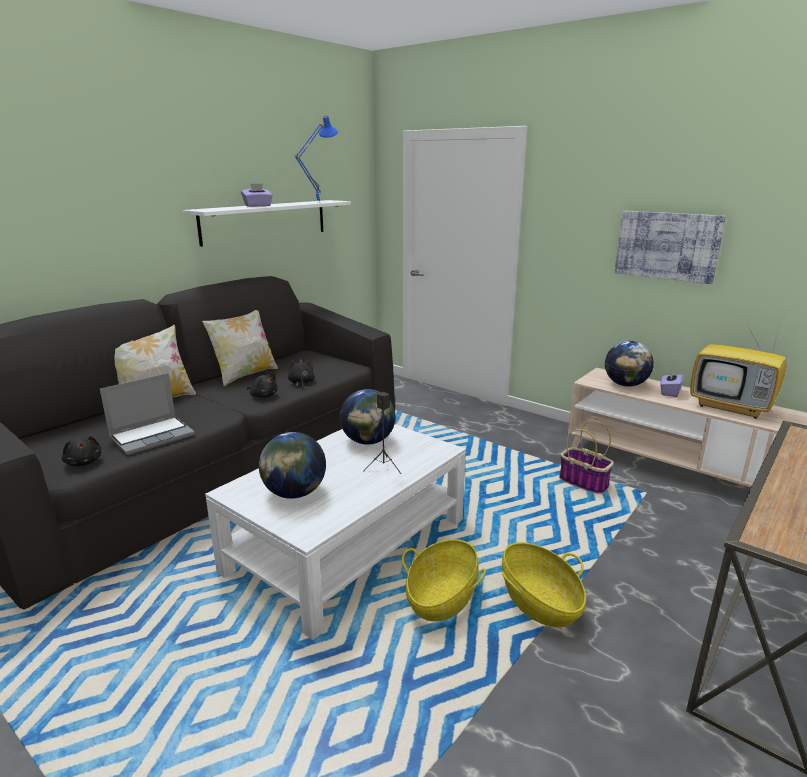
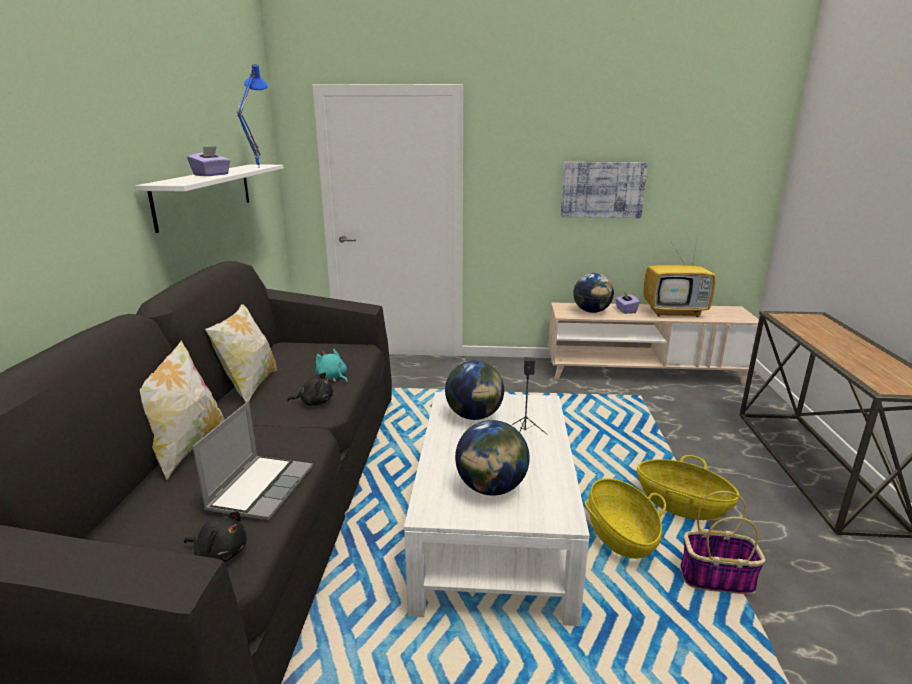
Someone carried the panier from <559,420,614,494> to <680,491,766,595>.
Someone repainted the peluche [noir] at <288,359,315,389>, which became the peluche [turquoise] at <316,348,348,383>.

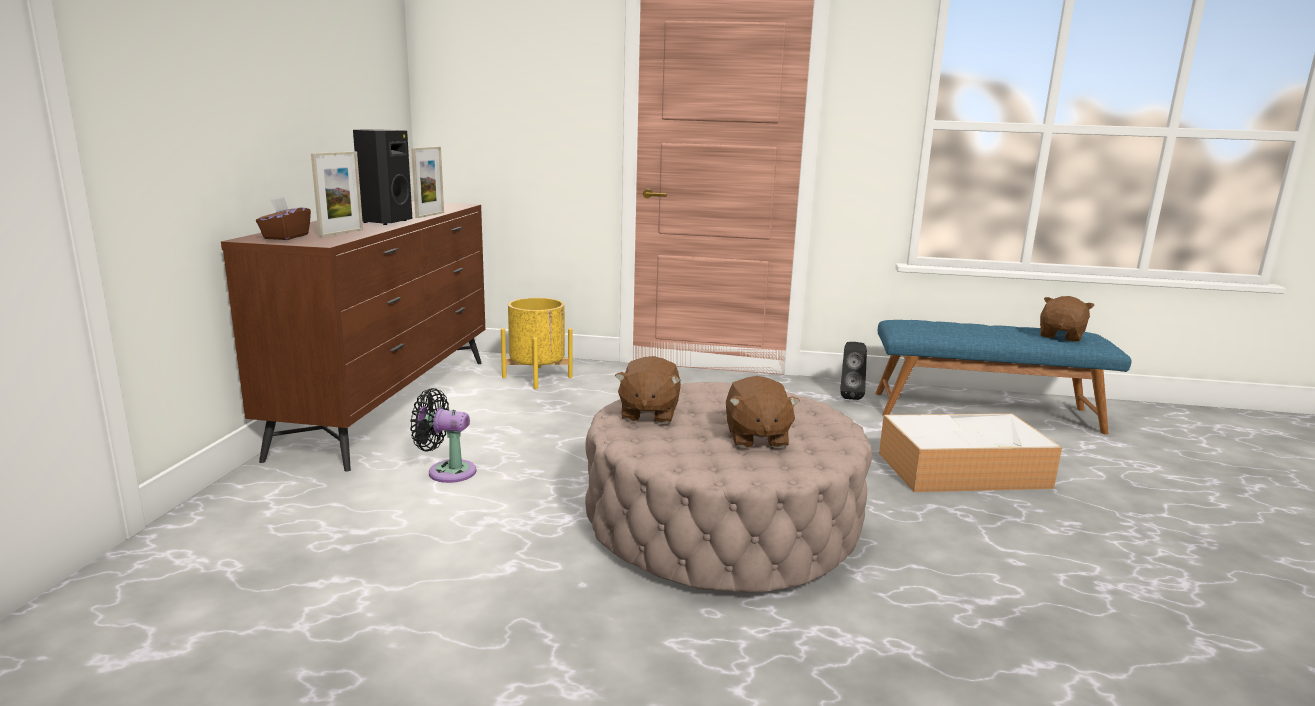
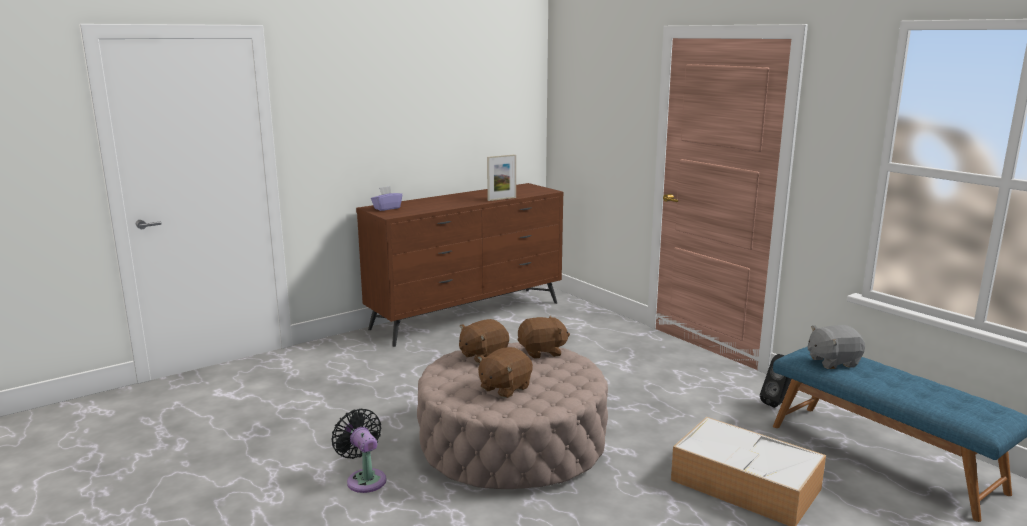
Someone took away the cadre photo at <311,152,363,237>.
Someone took away the enceinte [noir] at <353,129,412,225>.
Someone took away the cache-pot [jaune] at <501,298,573,389>.
Someone put down the peluche [gris] at <808,325,865,369>.
Someone carried the ventilateur [noir] from <410,388,476,483> to <331,408,387,493>.
Someone carried the peluche [marron] from <1040,296,1095,342> to <517,315,570,359>.
Someone repainted the boîte à mouchoirs [marron] at <256,197,311,240>, which became the boîte à mouchoirs [violet] at <371,186,402,211>.

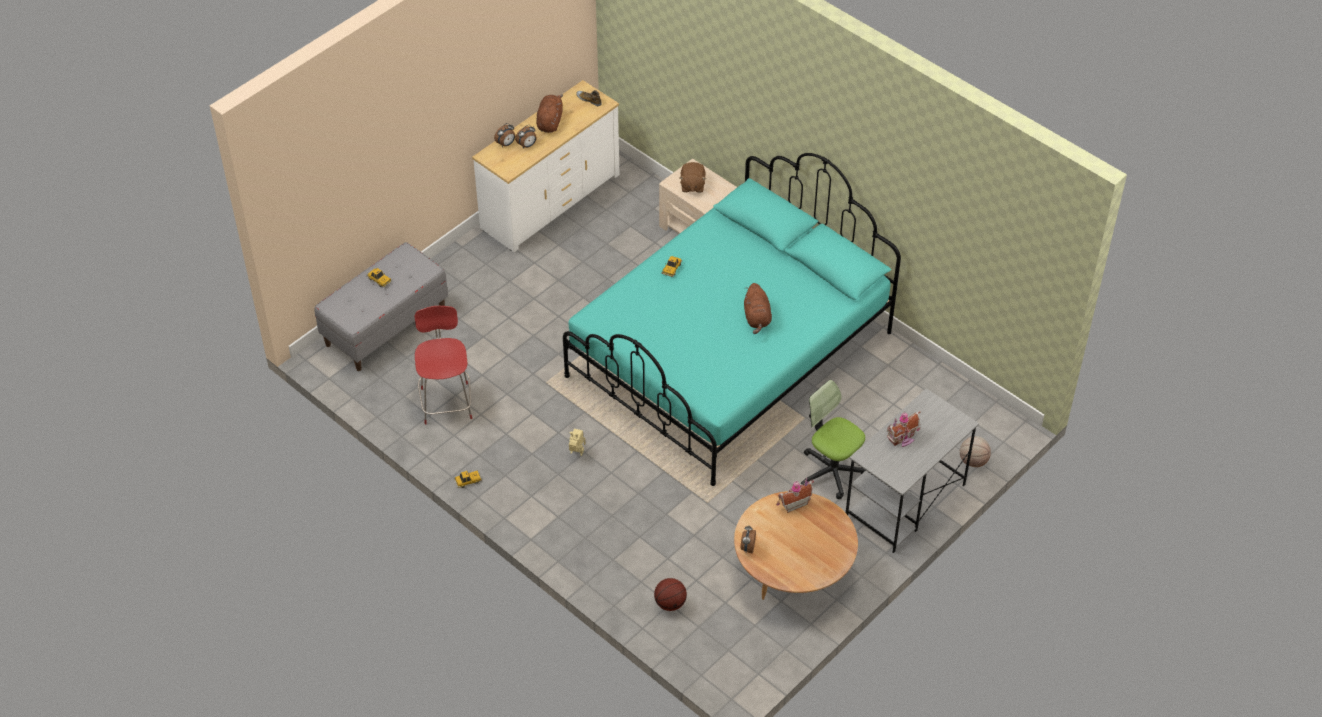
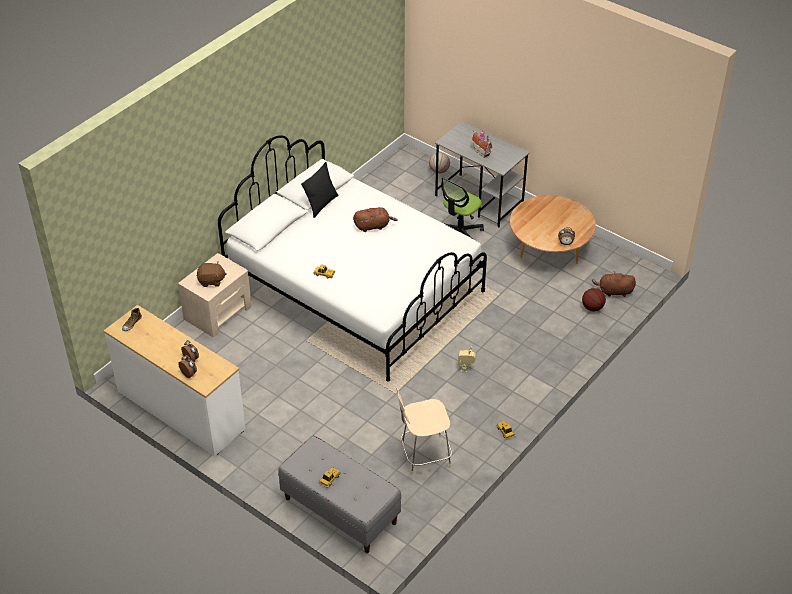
Someone took away the maison miniature at <776,478,814,513>.
Someone put down the coussin [noir] at <301,162,338,218>.
Someone carried the peluche [marron] from <536,94,563,133> to <592,271,636,297>.
Someone repainted the chaise [rouge] at <415,306,472,425>, which became the chaise [beige] at <396,388,452,475>.
Someone repainted the lit [turquoise] at <563,153,901,486>, which became the lit [blanc] at <218,135,487,382>.

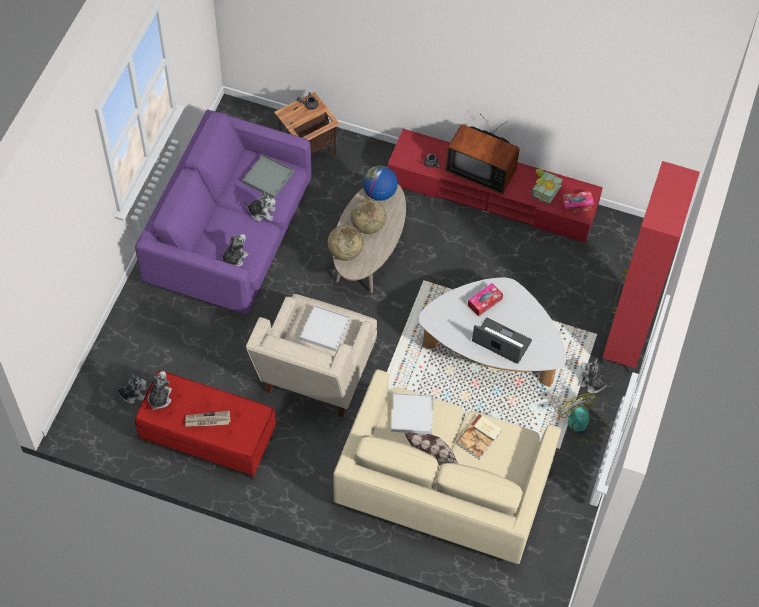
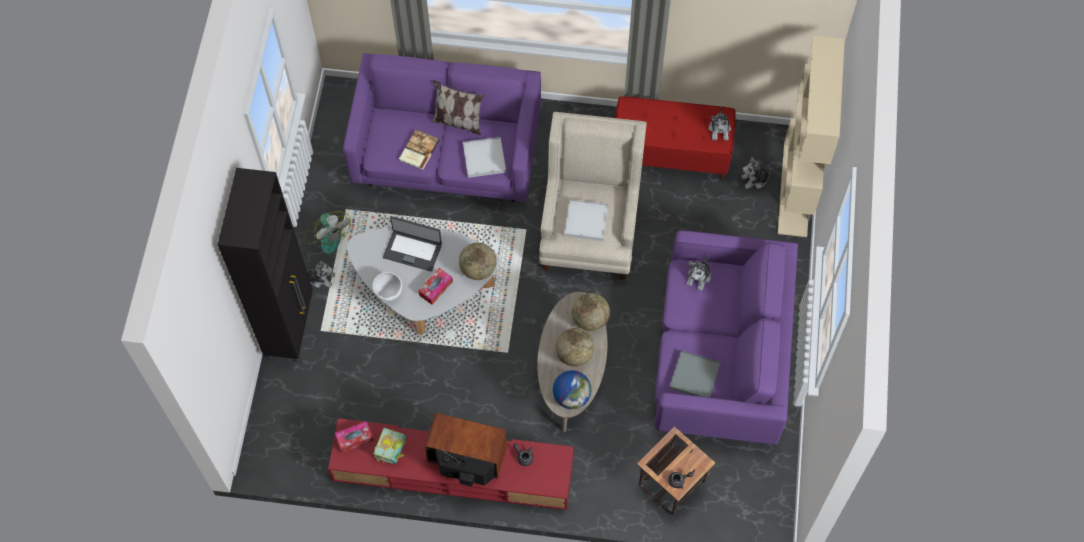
Someone took away the journal at <185,411,231,427>.
Someone took away the peluche at <243,191,276,222>.
Someone put down the bol [blanc] at <372,272,402,301>.
Someone put down the globe at <459,242,497,280>.
Someone put down the bibliothèque [beige] at <778,35,845,237>.
Someone repainted the canapé [beige] at <333,369,561,564>, which became the canapé [violet] at <343,53,541,202>.
Someone repainted the meuble de rangement [rouge] at <602,161,700,374>, which became the meuble de rangement [noir] at <217,168,313,363>.

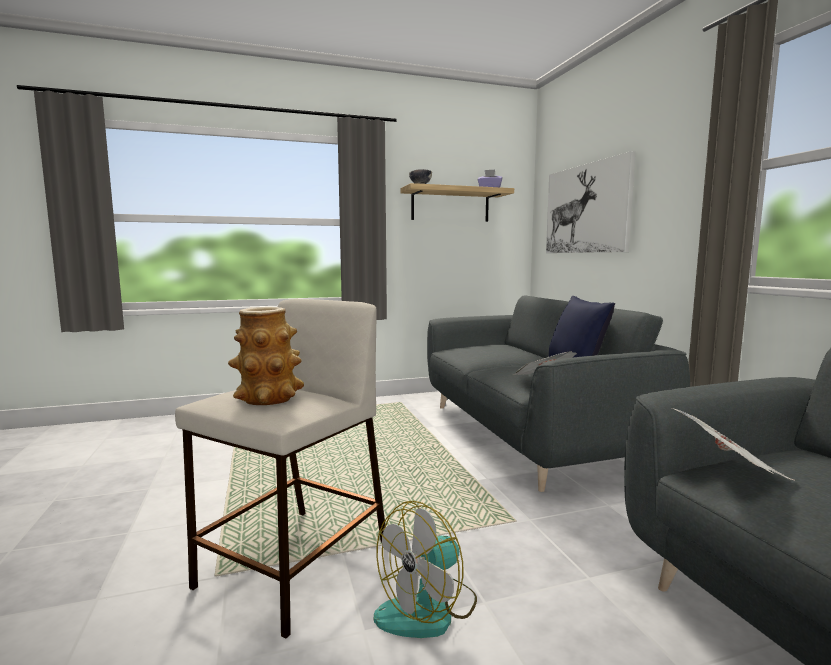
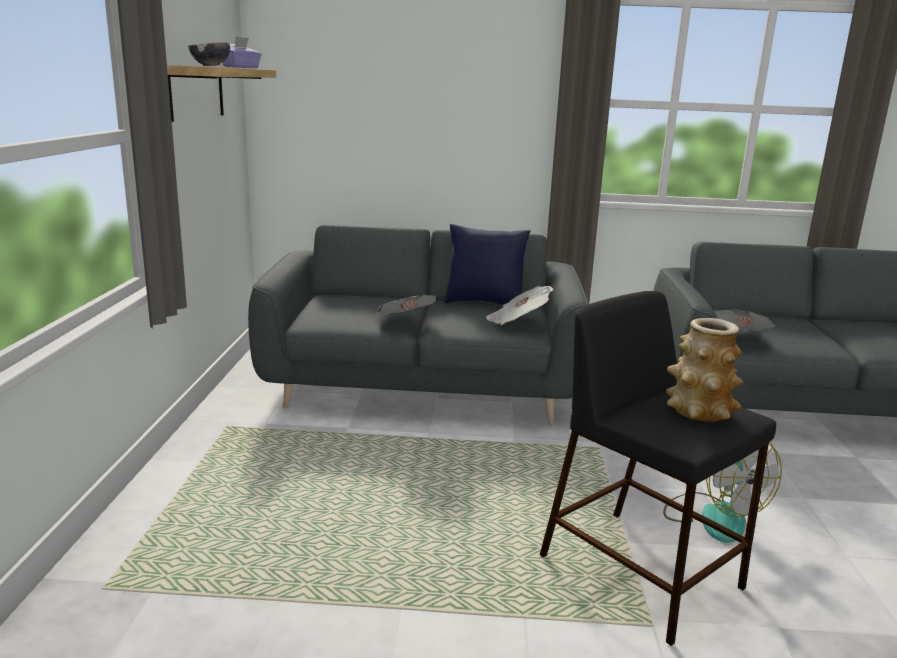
Someone took away the tableau at <546,151,636,253>.
Someone put down the journal at <377,295,436,314>.
Someone repainted the tabouret [beige] at <175,299,385,639>, which became the tabouret [noir] at <540,291,776,646>.

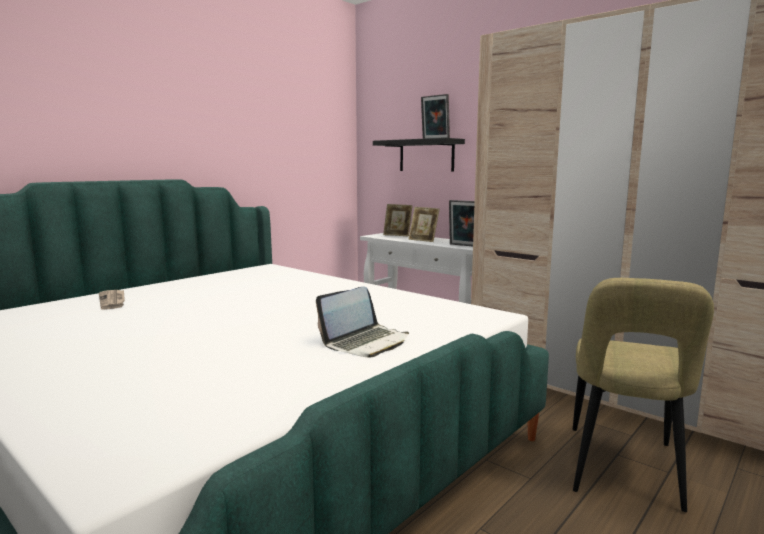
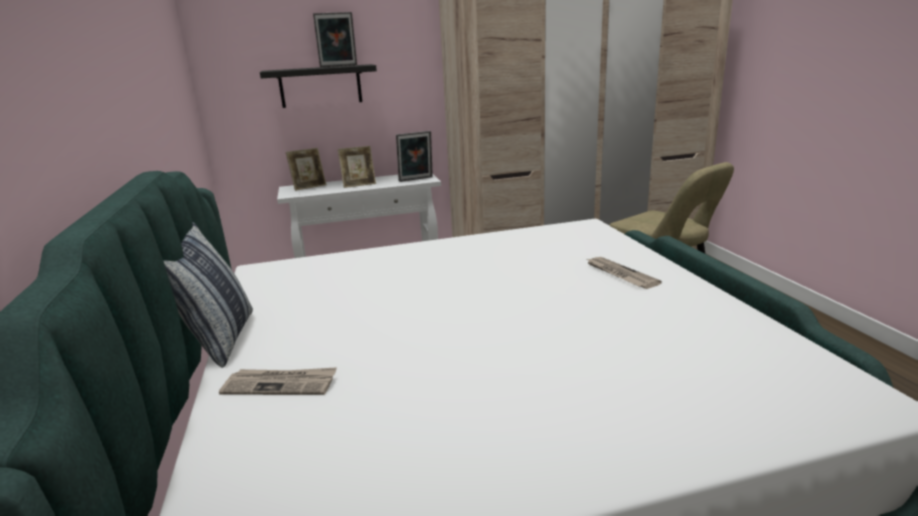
Someone put down the coussin at <163,222,253,368>.
Someone swapped the ordinateur portable at <316,286,409,357> for the journal at <587,257,662,289>.

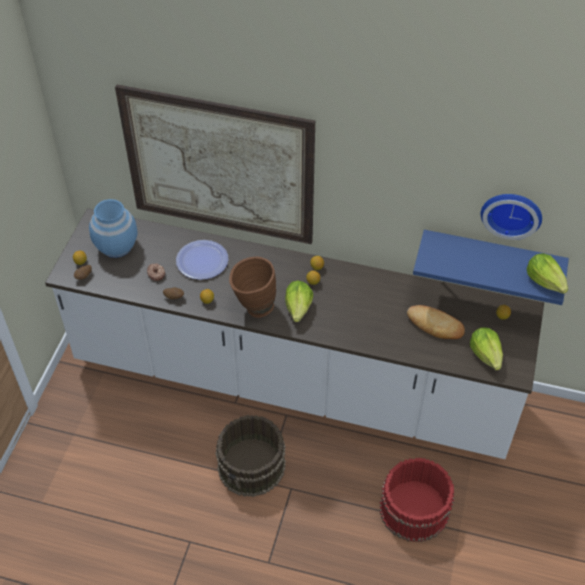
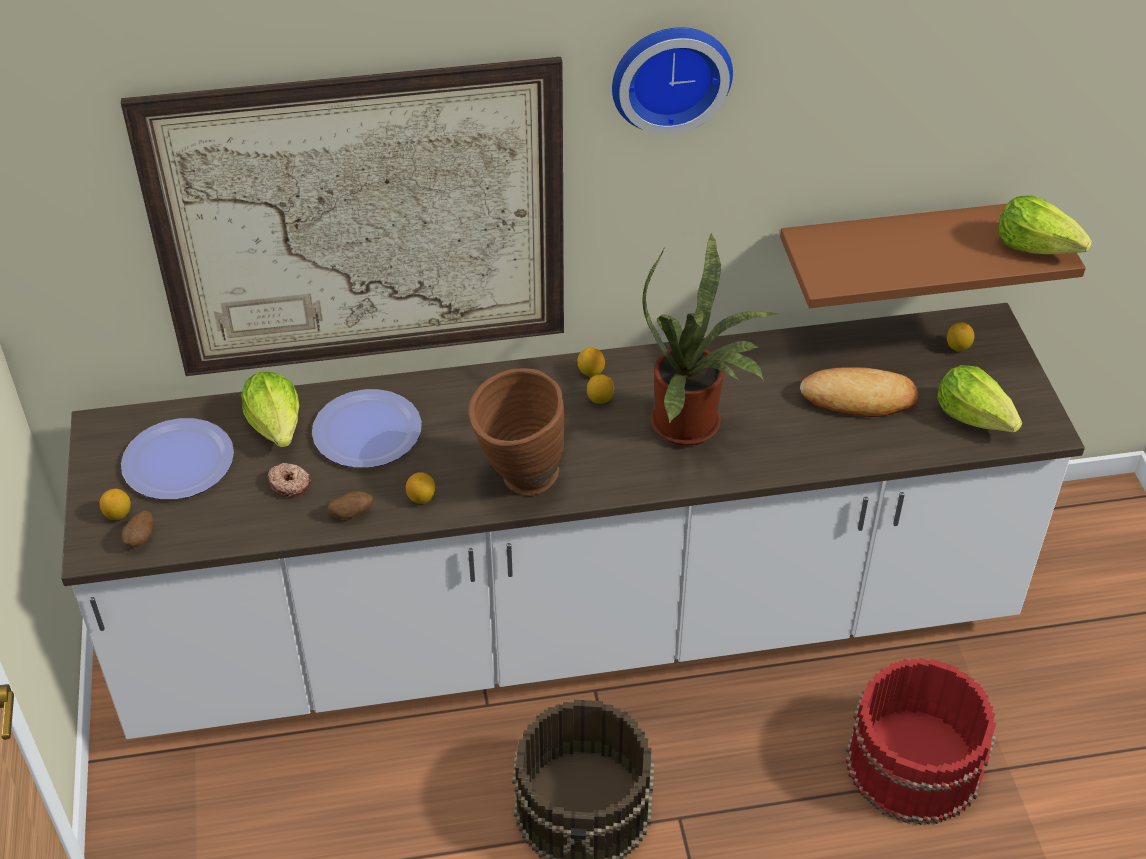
Someone put down the plante en pot at <642,234,780,446>.
Someone carried the laitue from <285,281,313,322> to <241,371,299,447>.
Someone carried the horloge murale from <481,194,542,240> to <612,27,733,135>.
Someone swapped the vase [bleu] at <89,199,137,258> for the assiette at <121,418,234,500>.
Someone repainted the étagère [bleu] at <413,230,569,305>, which became the étagère [marron] at <780,200,1086,308>.

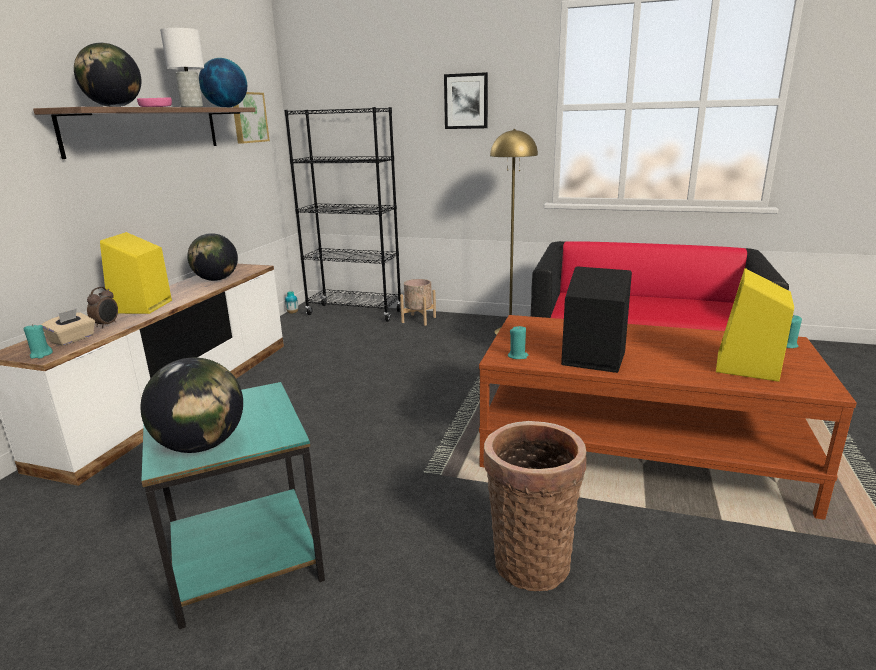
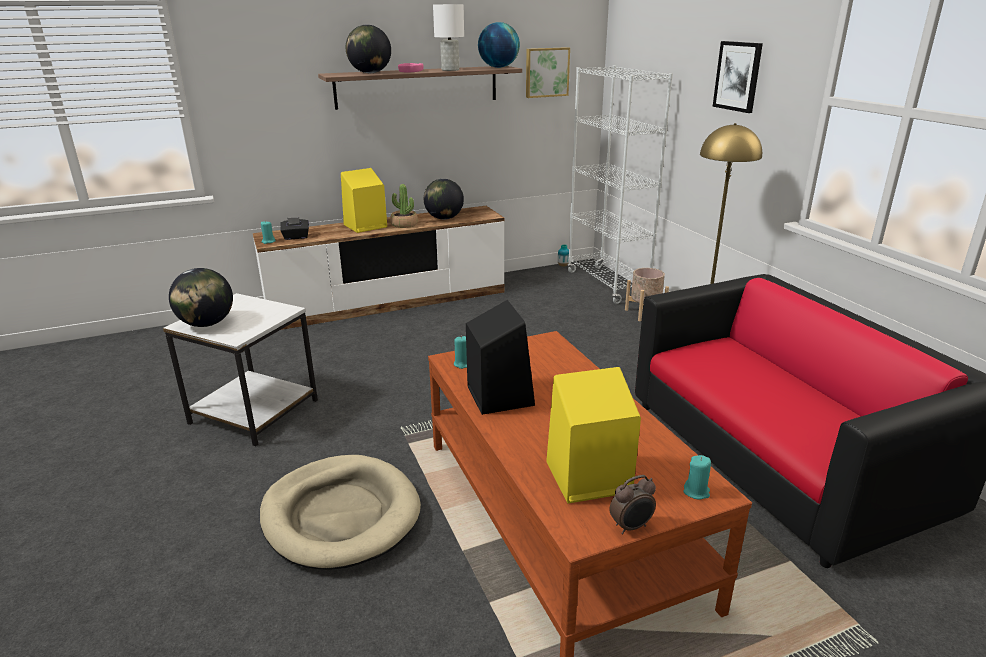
Someone put down the plante en pot at <390,184,418,228>.
Someone carried the réveil from <87,287,118,328> to <609,475,656,534>.
Someone swapped the panier at <484,421,586,591> for the panier pour chien [beige] at <260,455,421,570>.
Someone repainted the boîte à mouchoirs [beige] at <41,309,95,346>, which became the boîte à mouchoirs [noir] at <280,217,309,240>.
Someone repainted the table d'appoint [turquoise] at <141,382,325,629>, which became the table d'appoint [blanc] at <163,293,318,446>.
Someone repainted the bibliothèque [noir] at <284,107,401,322>, which became the bibliothèque [blanc] at <567,66,673,304>.

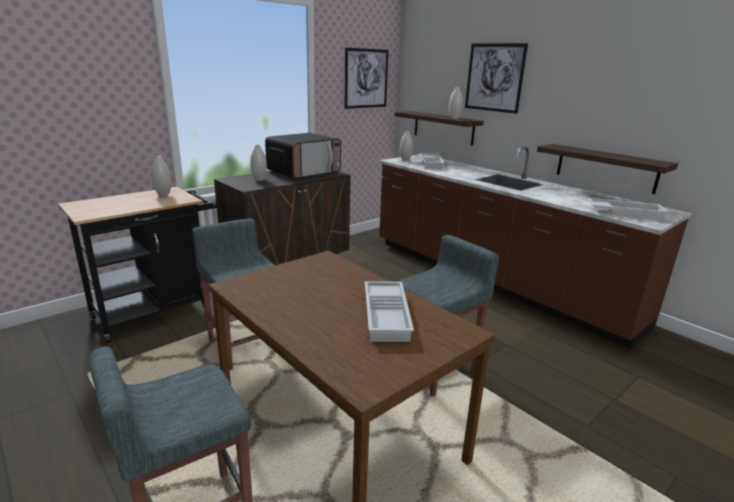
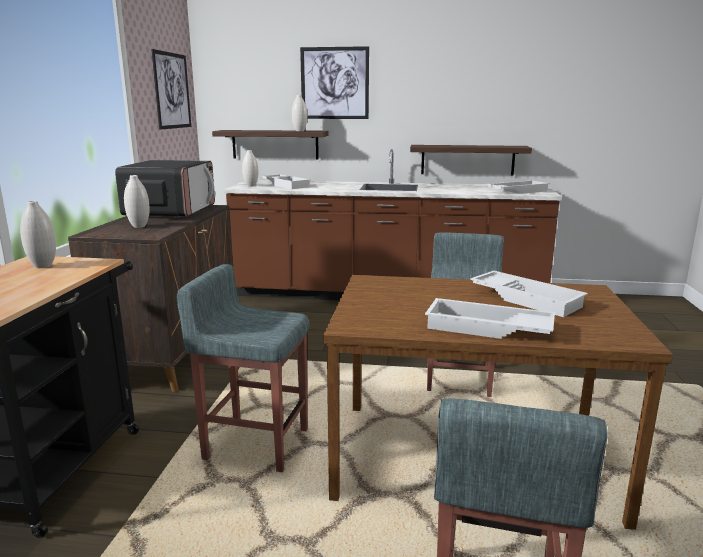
Someone put down the plateau [blanc] at <425,298,555,339>.

